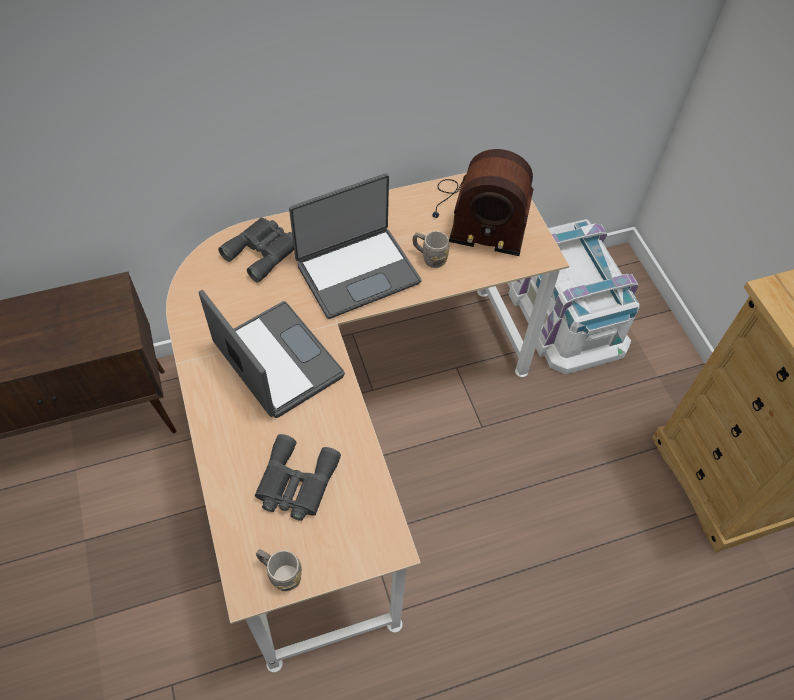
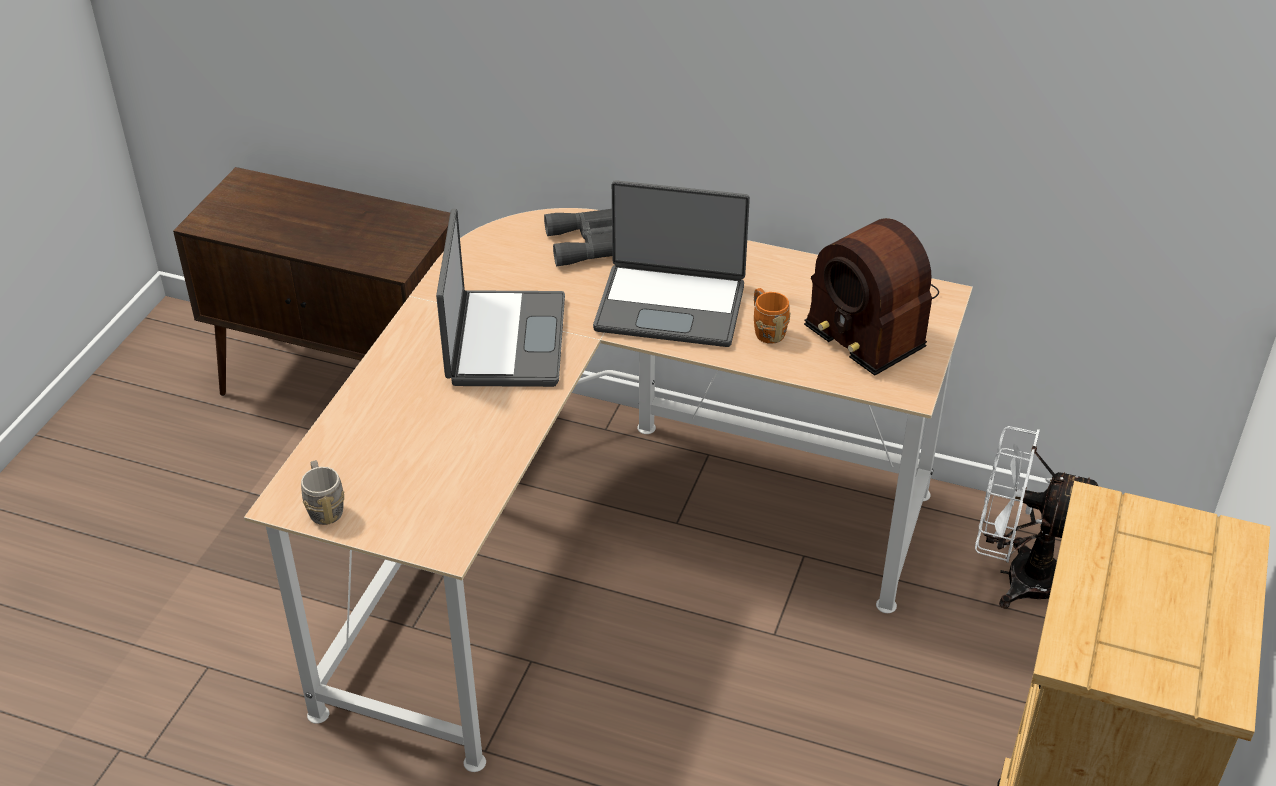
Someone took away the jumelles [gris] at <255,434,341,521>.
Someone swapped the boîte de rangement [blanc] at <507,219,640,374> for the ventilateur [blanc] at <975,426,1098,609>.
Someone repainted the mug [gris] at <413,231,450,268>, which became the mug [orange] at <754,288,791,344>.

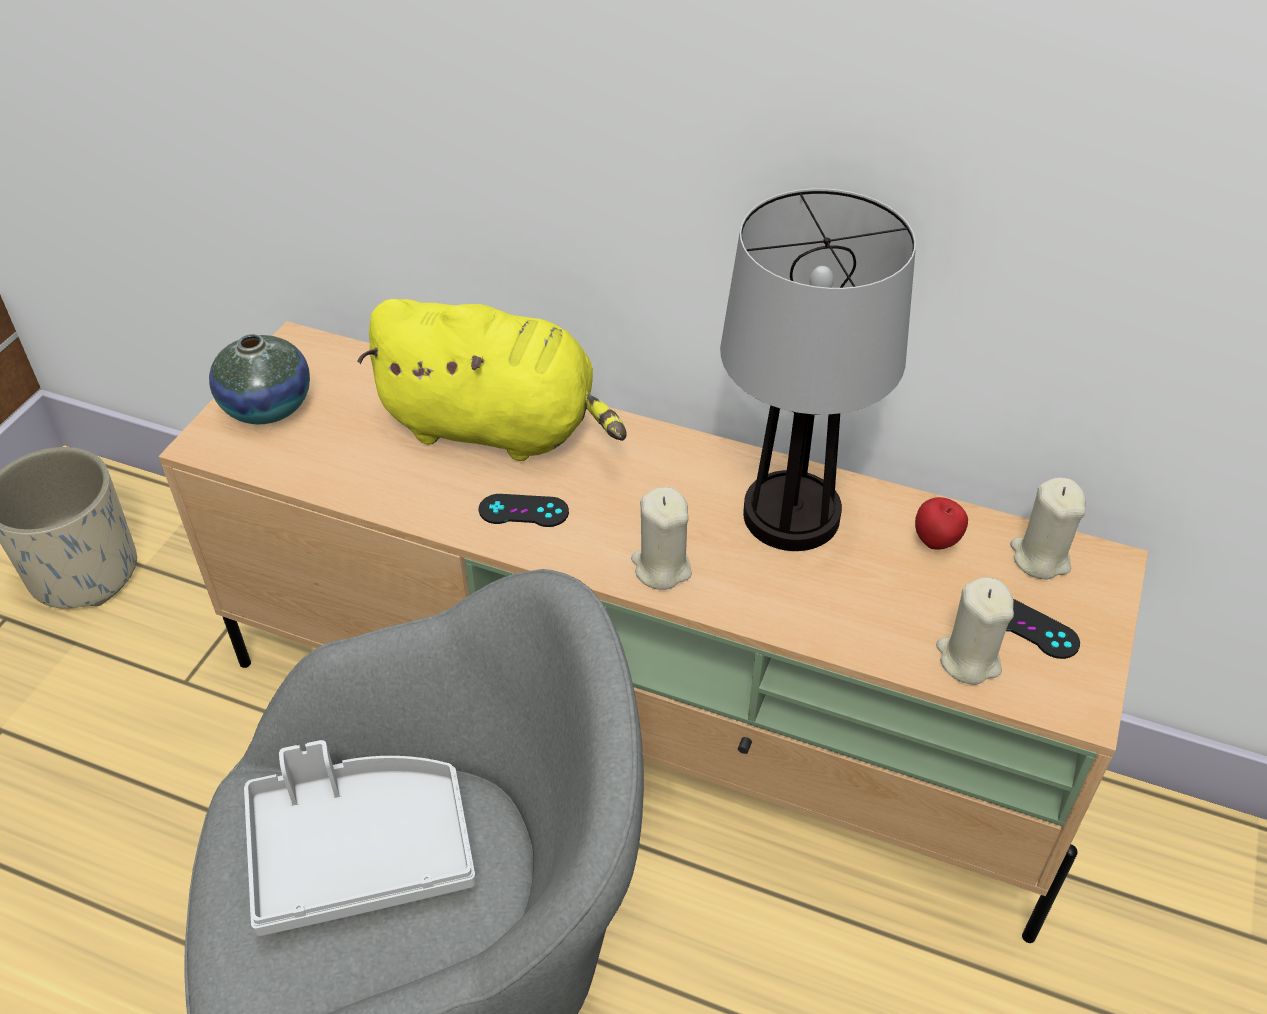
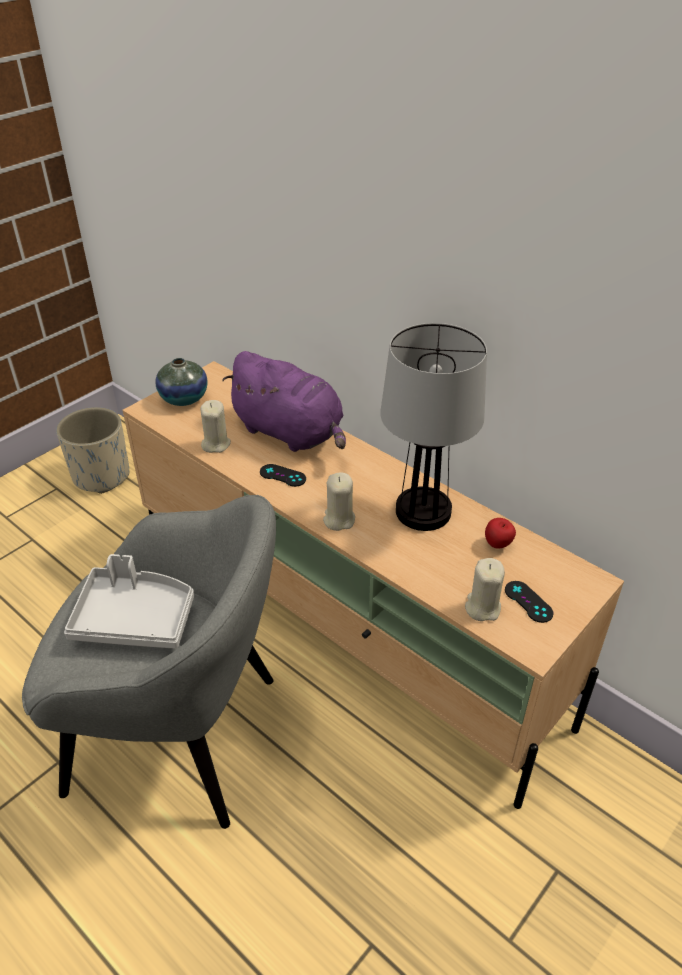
Someone carried the bougie [beige] from <1010,477,1086,580> to <200,400,231,453>.
Someone repainted the peluche [jaune] at <357,299,627,461>, which became the peluche [violet] at <222,351,346,452>.

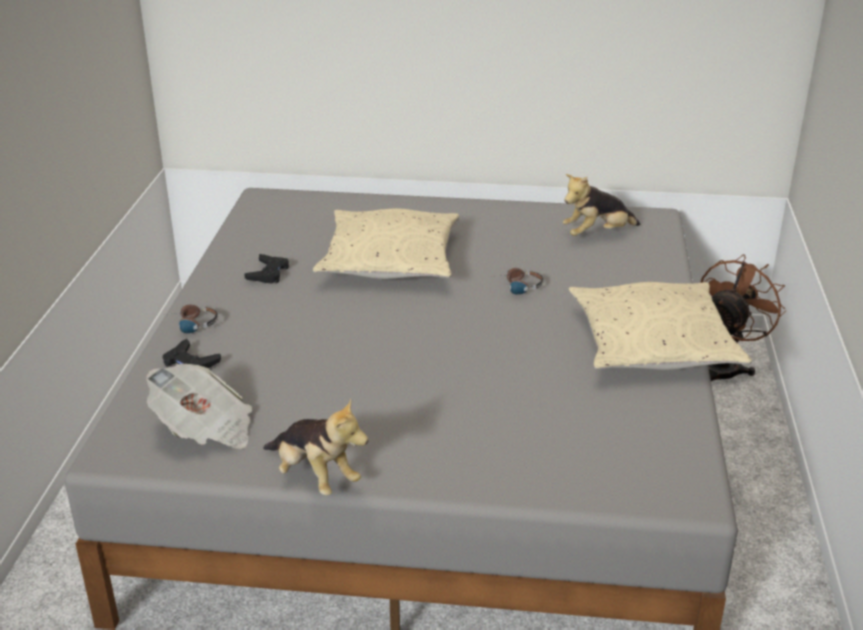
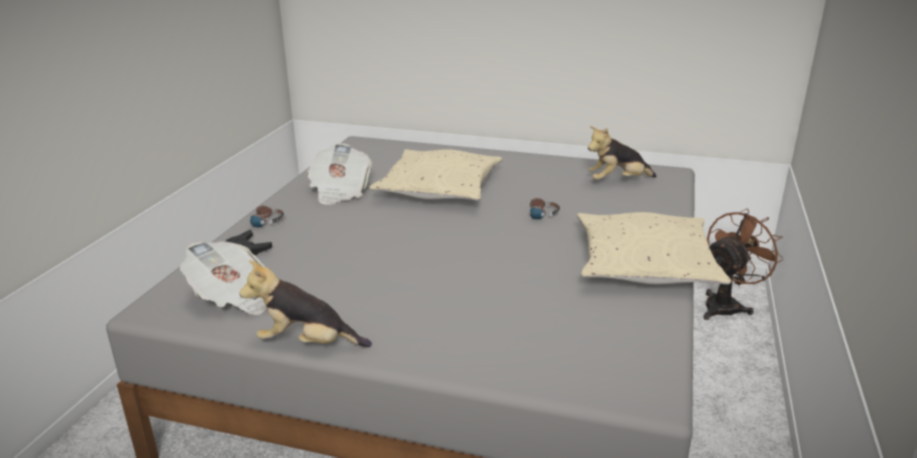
Someone swapped the manette [noir] at <244,254,289,284> for the journal at <307,143,372,205>.
Someone rotated the peluche at <263,399,368,496> by 135 degrees clockwise.

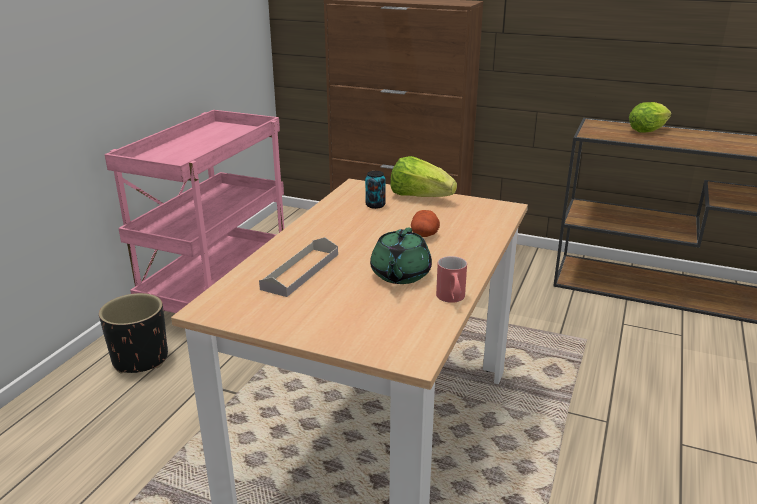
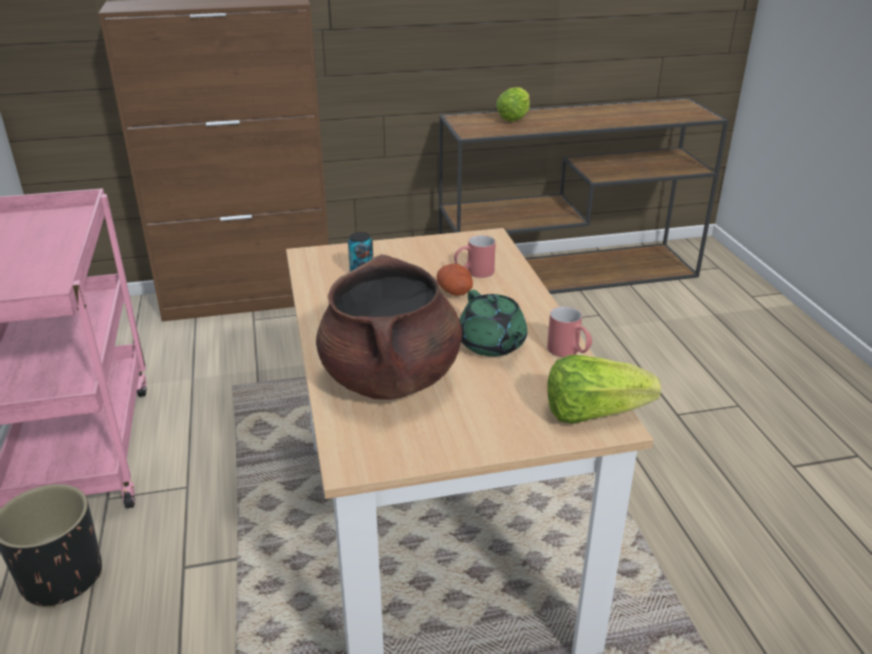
Someone put down the mug [rouge] at <454,235,496,278>.
Someone carried the laitue from <390,156,457,197> to <547,355,661,424>.
Someone swapped the plateau [gris] at <259,237,338,297> for the marmite [marron] at <316,254,462,400>.

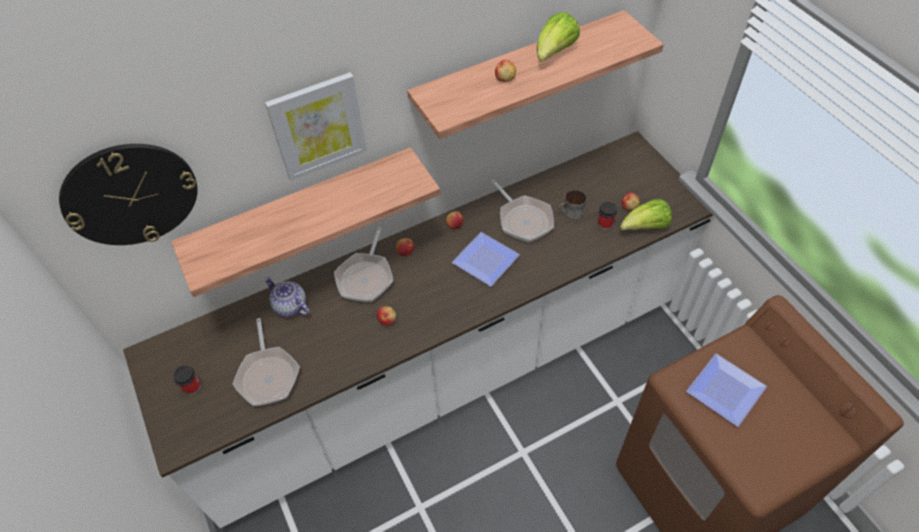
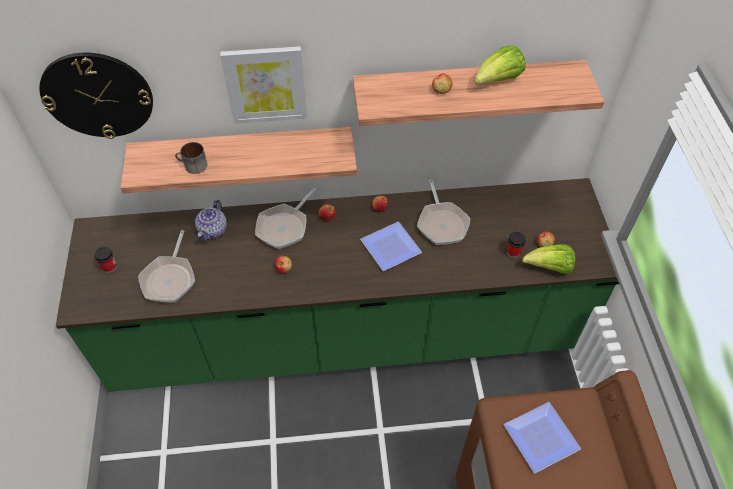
Someone carried the mug from <558,190,587,219> to <175,142,207,174>.
Someone repainted the comptoir de cuisine [blanc] at <123,131,713,528>, which became the comptoir de cuisine [vert] at <56,178,619,392>.
Someone rotated the théière at <264,277,310,317> by 135 degrees counterclockwise.

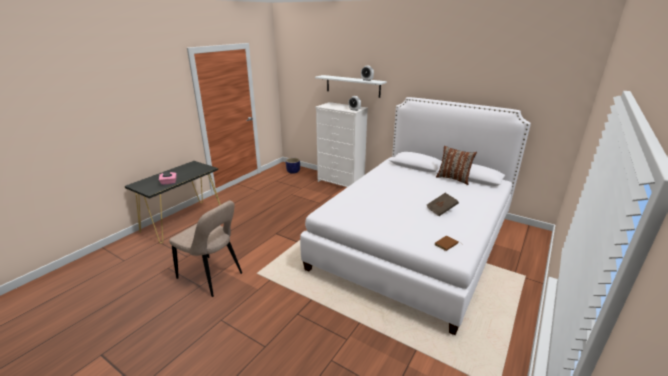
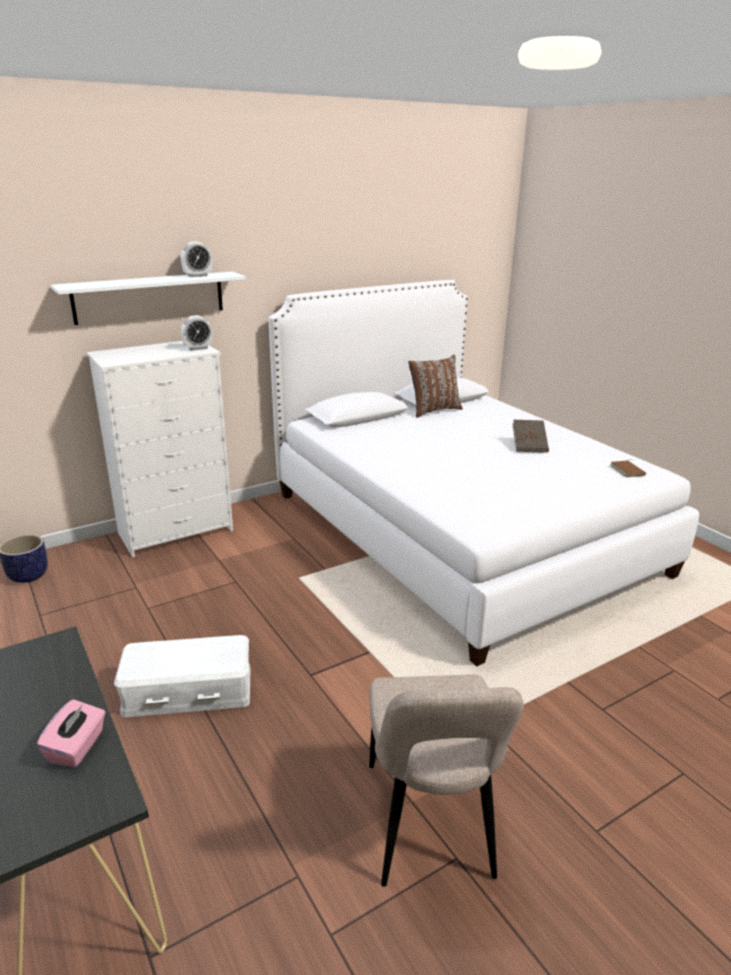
Someone put down the boîte de rangement [blanc] at <114,635,250,717>.
Someone rotated the chaise [beige] at <169,201,242,297> by 120 degrees clockwise.

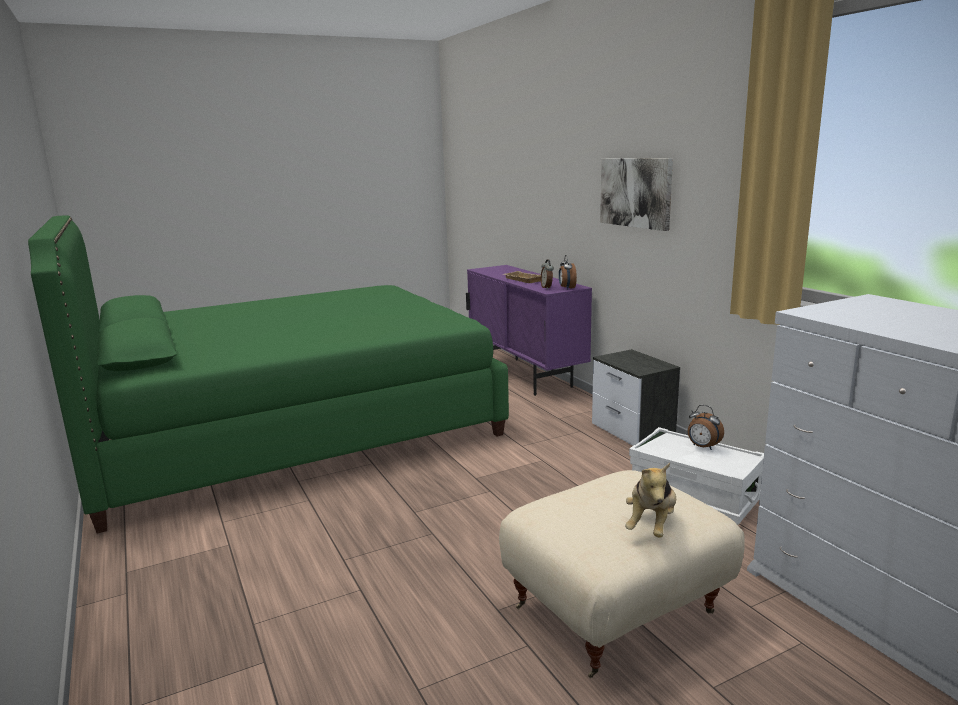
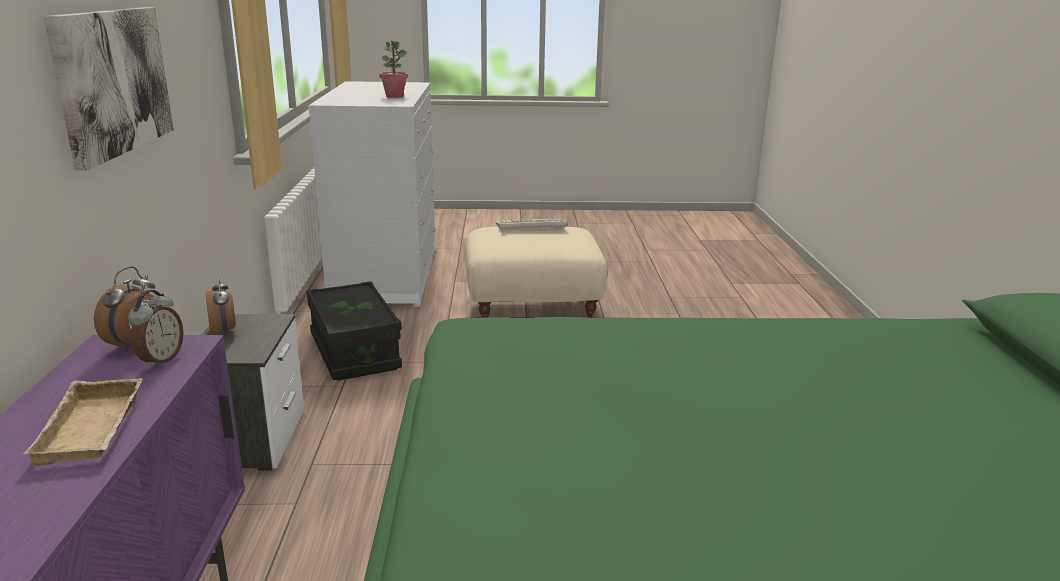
Someone put down the plante en pot at <379,41,408,98>.
Someone carried the réveil from <688,405,724,450> to <206,275,236,337>.
Someone swapped the peluche at <625,463,676,538> for the clavier at <496,219,568,231>.
Someone repainted the boîte de rangement [blanc] at <629,427,764,525>, which became the boîte de rangement [noir] at <306,281,402,381>.

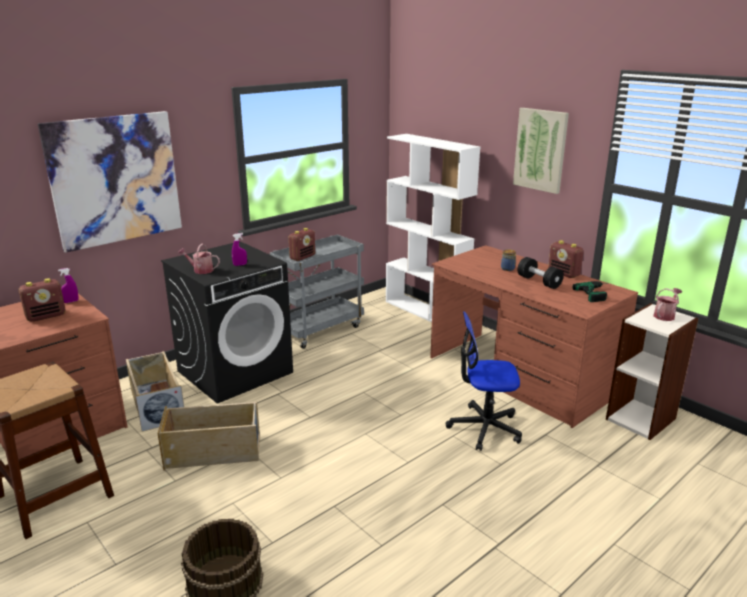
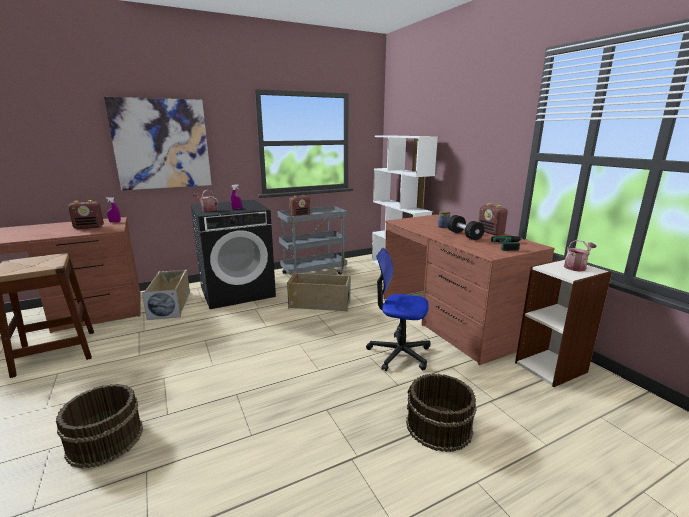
Someone took away the tableau at <513,108,569,194>.
Someone put down the seau [marron] at <406,373,477,452>.
Someone carried the boîte de rangement [beige] from <157,402,260,471> to <287,272,351,311>.

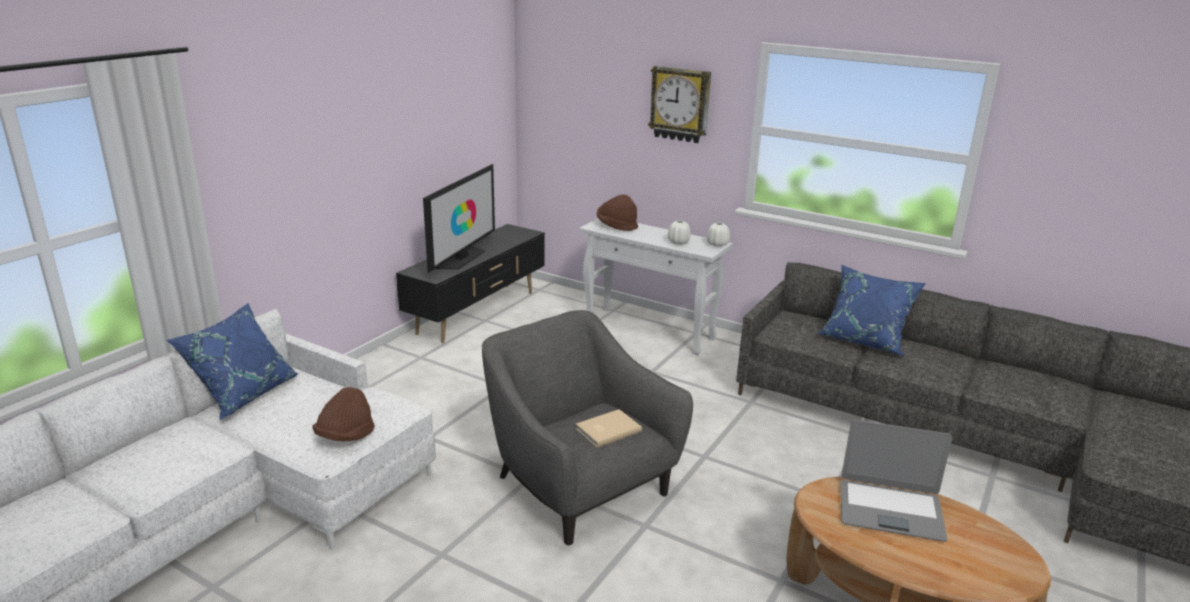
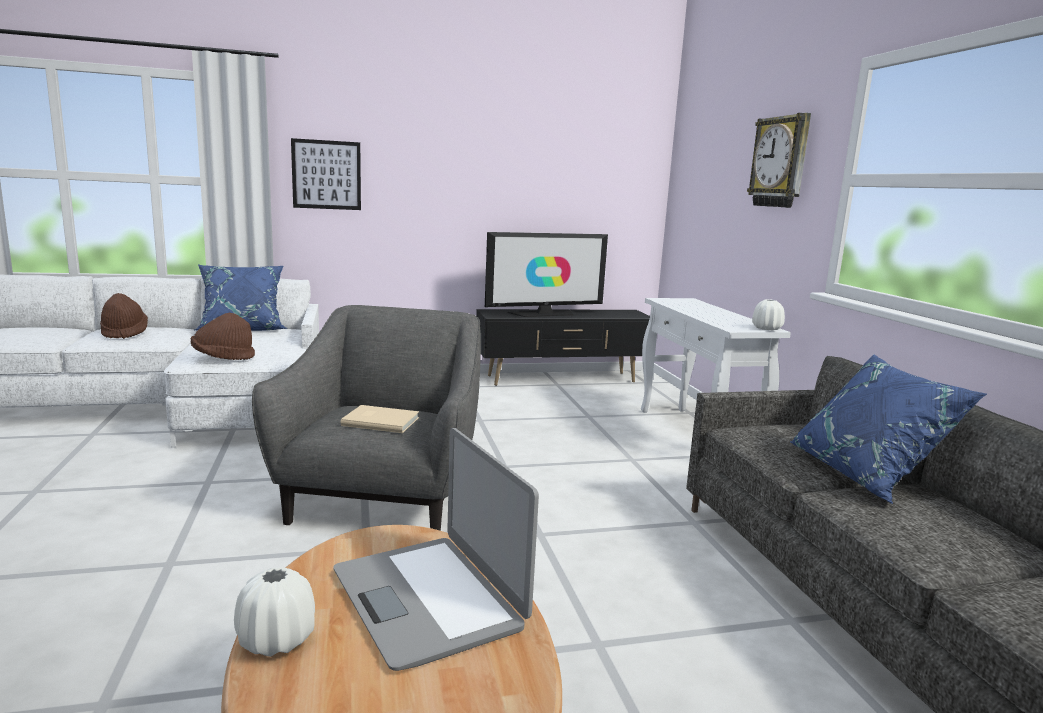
Someone put up the tableau at <291,138,361,210>.
Someone carried the chapeau [marron] from <597,194,638,231> to <100,293,148,339>.
Someone carried the vase [blanc] from <668,220,690,244> to <234,567,315,657>.

